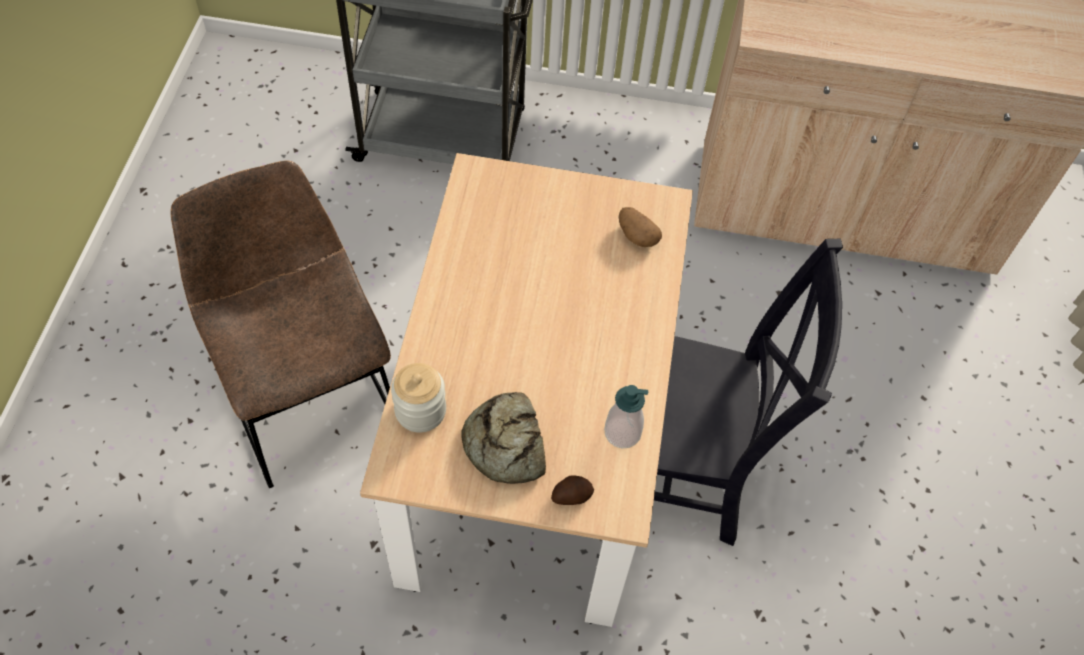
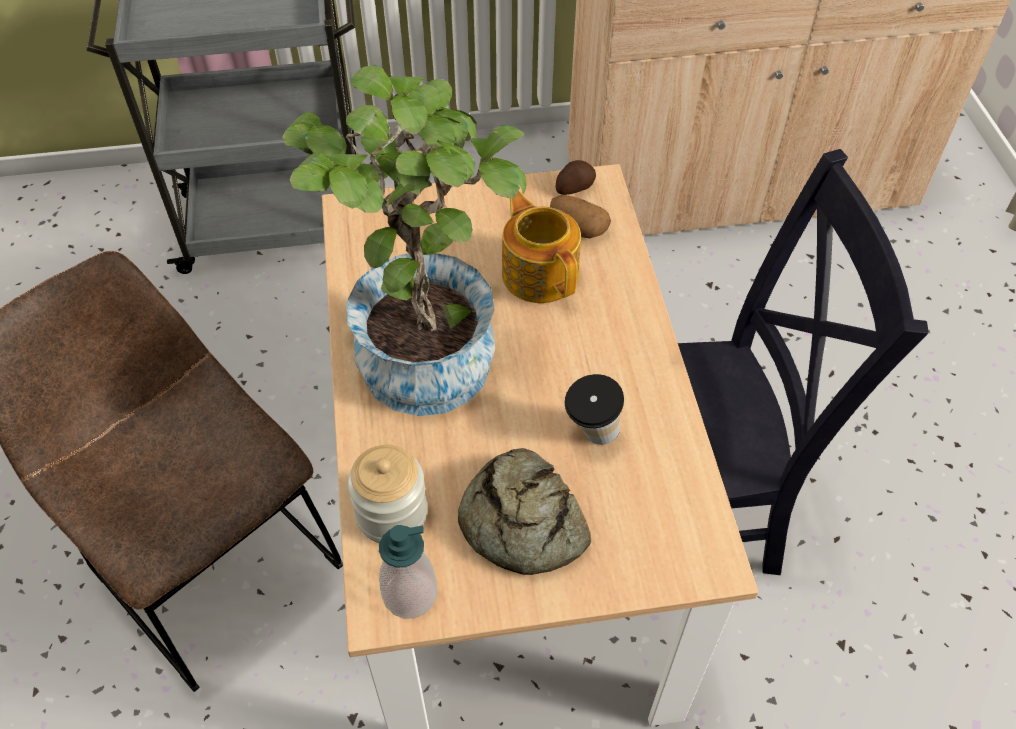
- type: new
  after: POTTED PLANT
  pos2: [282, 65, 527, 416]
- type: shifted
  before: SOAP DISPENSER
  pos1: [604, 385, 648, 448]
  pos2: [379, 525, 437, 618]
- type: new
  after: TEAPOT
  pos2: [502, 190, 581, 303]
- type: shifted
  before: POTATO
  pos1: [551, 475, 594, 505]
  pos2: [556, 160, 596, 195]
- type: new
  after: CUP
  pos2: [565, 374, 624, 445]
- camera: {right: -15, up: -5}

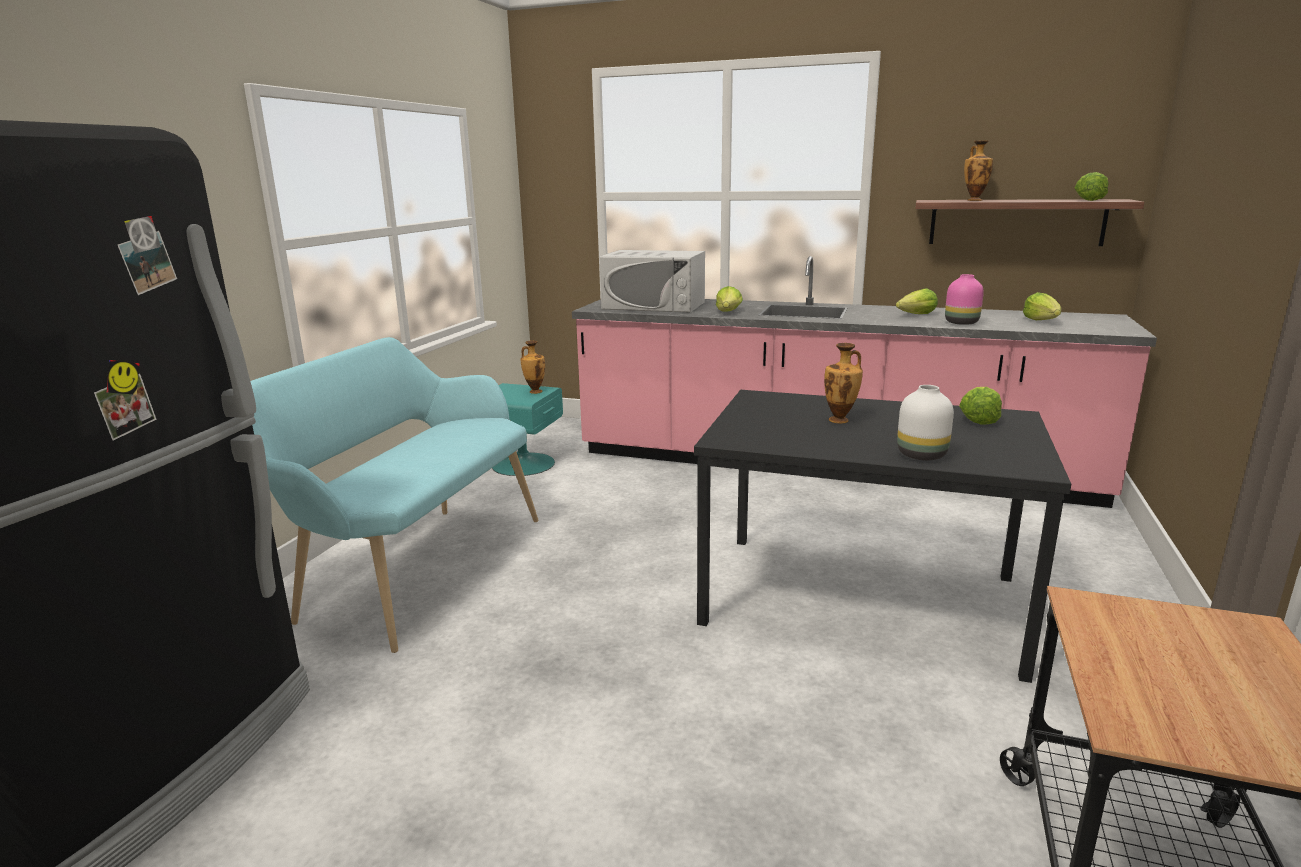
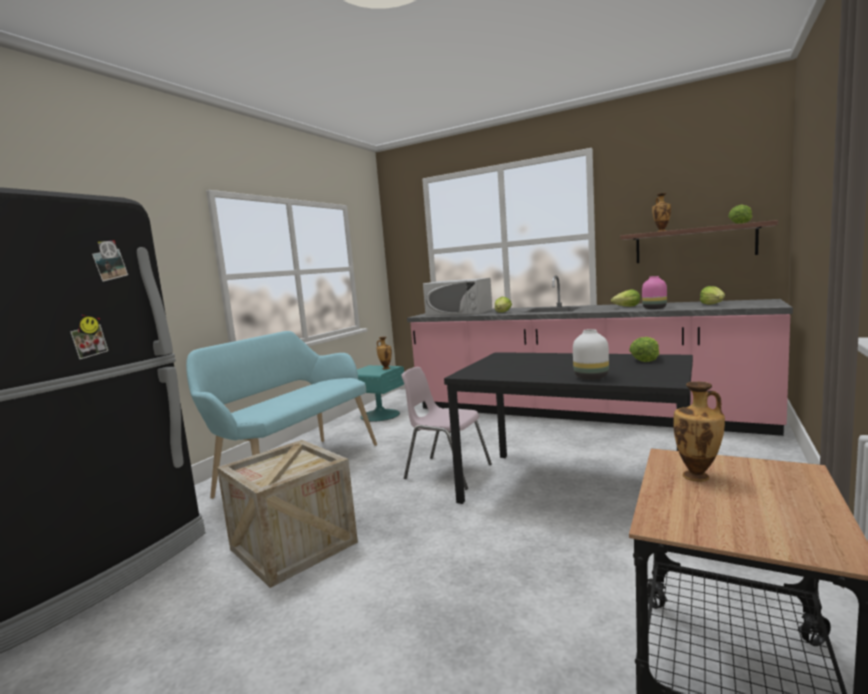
- type: new
  after: CRATE
  pos2: [217, 440, 358, 588]
- type: new
  after: PINK CHAIR
  pos2: [401, 367, 492, 490]
- type: shifted
  before: VASE
  pos1: [824, 343, 863, 423]
  pos2: [673, 381, 725, 482]
- camera: {right: 10, up: -10}

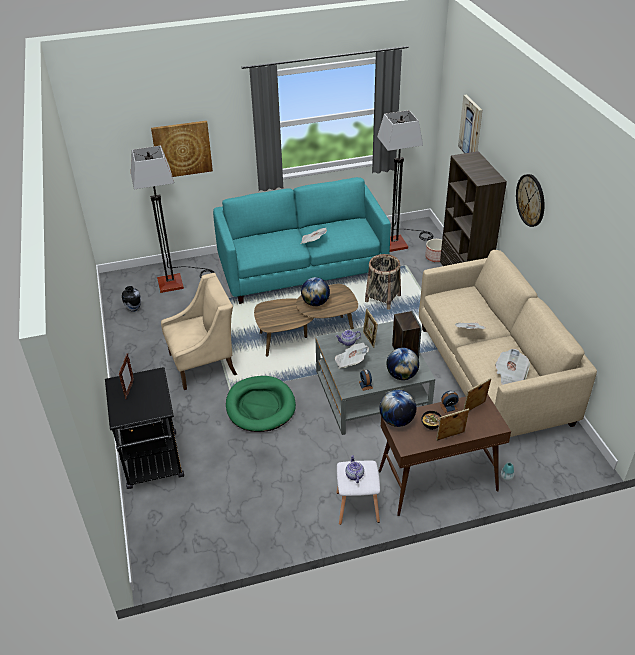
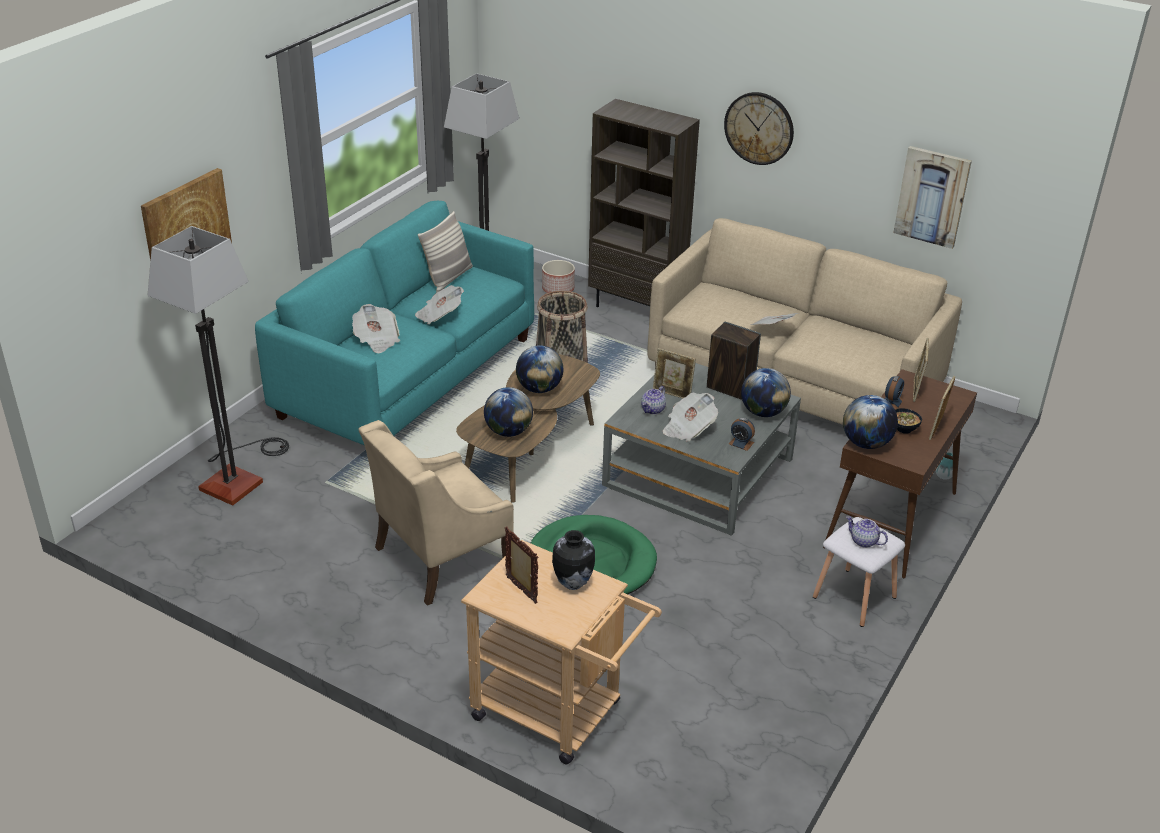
- type: shifted
  before: NEWSPAPER
  pos1: [495, 349, 530, 385]
  pos2: [352, 304, 400, 353]
- type: rotated
  before: BEIGE ARMCHAIR
  pos1: [161, 273, 237, 390]
  pos2: [359, 420, 514, 606]
  turn: -150
- type: new
  after: PILLOW
  pos2: [418, 211, 473, 293]
- type: repainted
  before: BLACK CART
  after: BEIGE CART
  pos1: [105, 367, 184, 489]
  pos2: [461, 540, 662, 765]
- type: new
  after: GLOBE
  pos2: [484, 387, 533, 437]
- type: shifted
  before: VASE
  pos1: [122, 286, 141, 312]
  pos2: [552, 530, 595, 590]
- type: shifted
  before: PICTURE
  pos1: [458, 95, 482, 153]
  pos2: [893, 146, 972, 249]
- camera: {right: -45, up: -5}

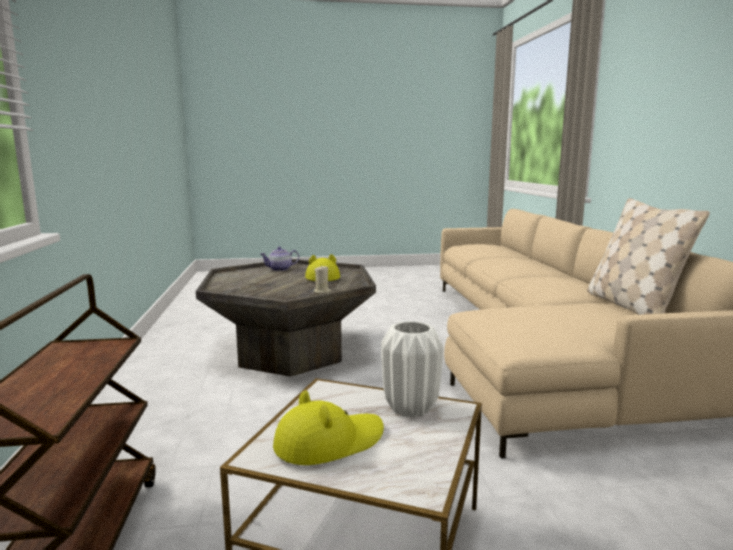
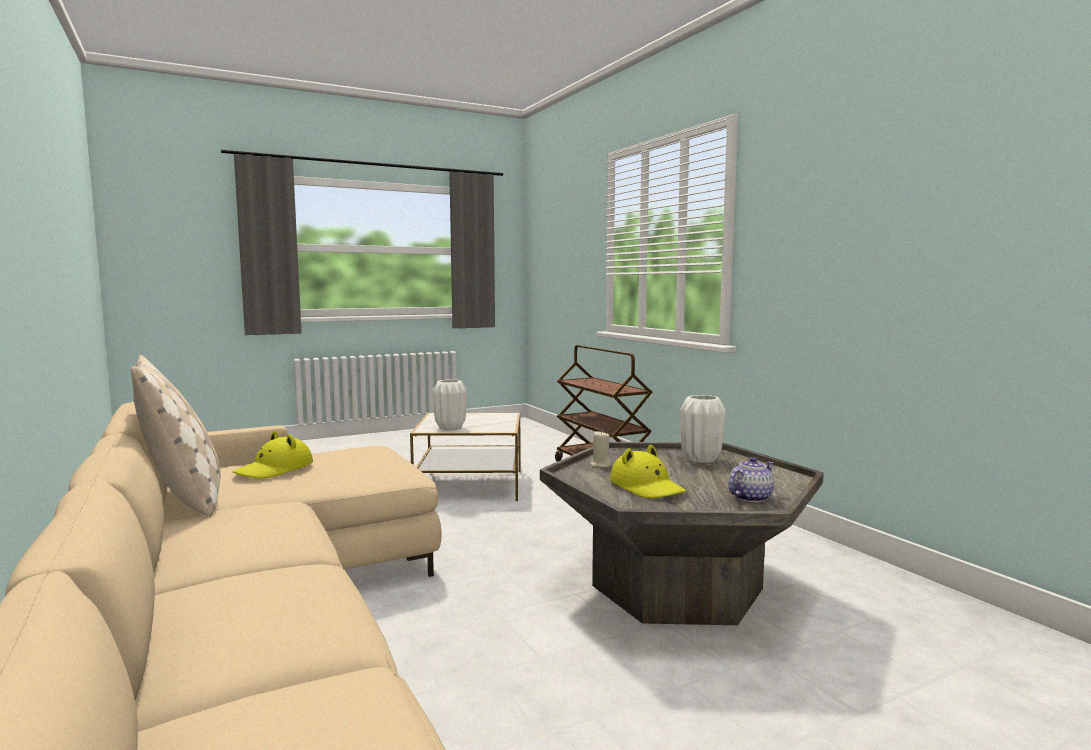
- type: shifted
  before: YELLOW HAT
  pos1: [273, 390, 384, 465]
  pos2: [232, 431, 313, 479]
- type: new
  after: WHITE VASE
  pos2: [680, 395, 726, 463]
- camera: {right: 160, up: -5}

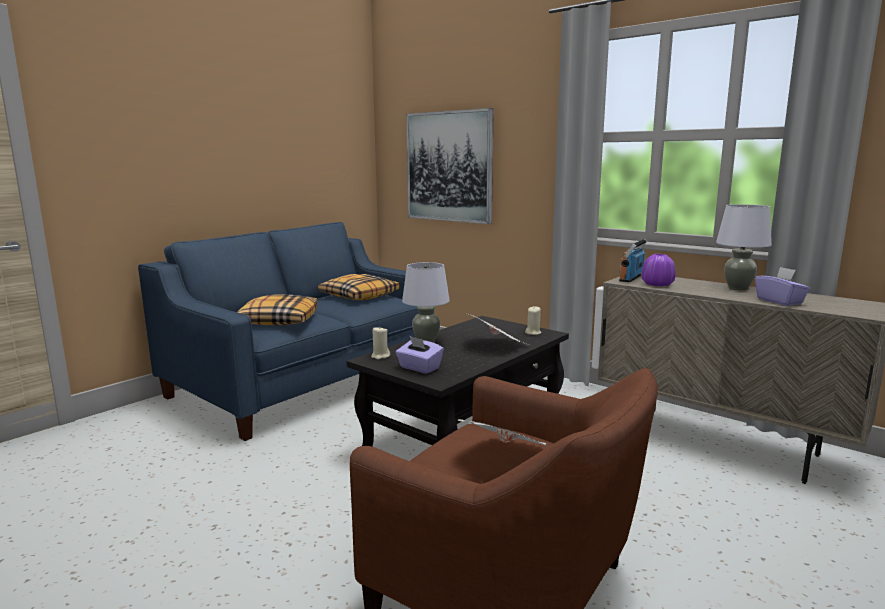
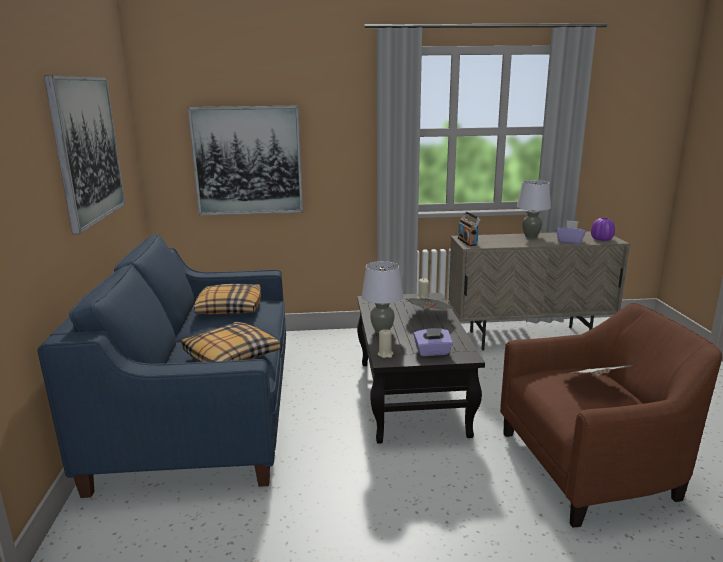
- type: new
  after: PICTURE
  pos2: [44, 75, 125, 234]
- type: shifted
  before: PURPLE VASE
  pos1: [641, 254, 676, 286]
  pos2: [591, 218, 615, 241]
- camera: {right: -45, up: 5}

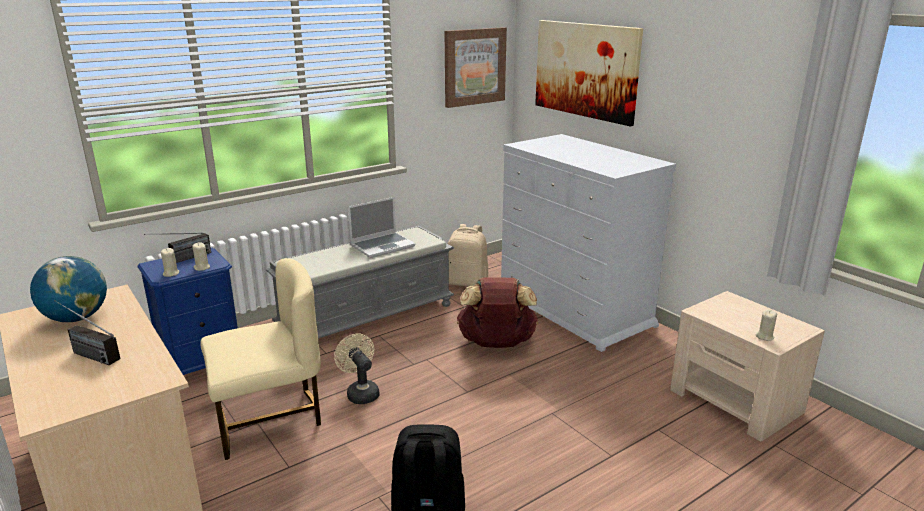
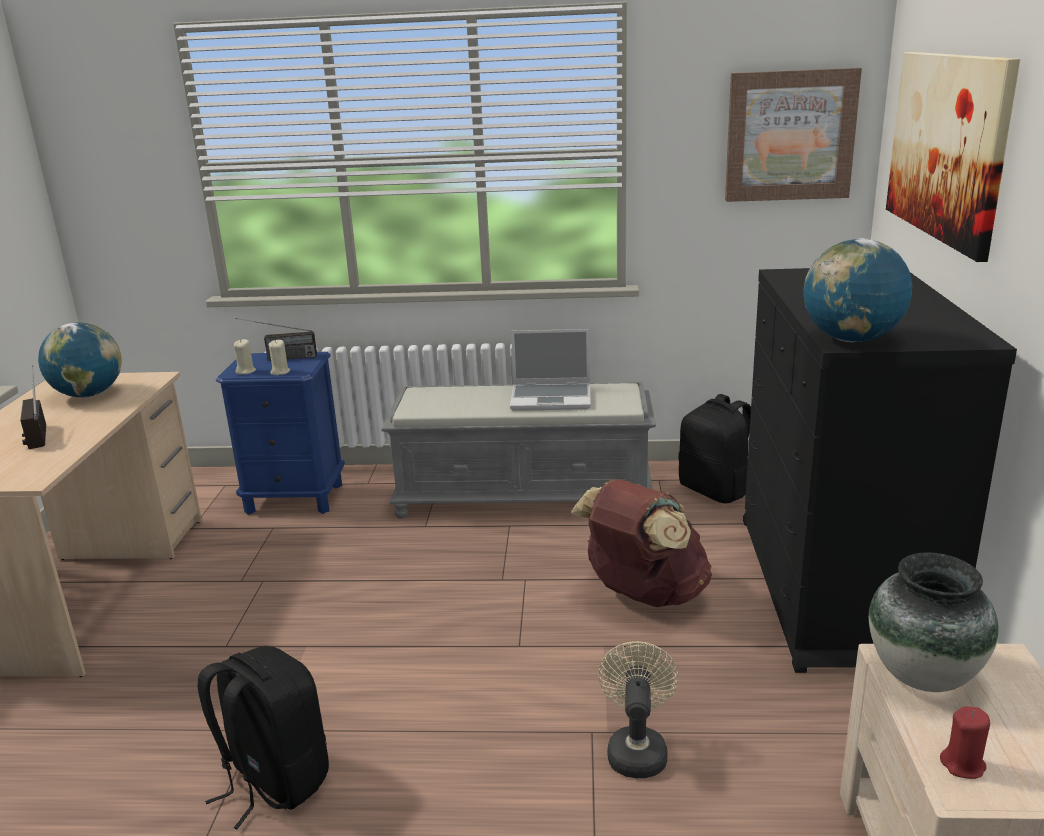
- type: shifted
  before: BEIGE FAN
  pos1: [334, 334, 379, 404]
  pos2: [598, 641, 678, 778]
- type: repainted
  before: BEIGE BACKPACK
  after: BLACK BACKPACK
  pos1: [448, 224, 488, 287]
  pos2: [678, 394, 751, 503]
- type: repainted
  before: WHITE DRESSER
  after: BLACK DRESSER
  pos1: [501, 134, 676, 352]
  pos2: [743, 268, 1017, 673]
- type: new
  after: GLOBE
  pos2: [804, 238, 912, 342]
- type: new
  after: VASE
  pos2: [869, 552, 999, 692]
- type: repainted
  before: BEIGE CANDLE
  after: RED CANDLE
  pos1: [756, 310, 777, 341]
  pos2: [940, 706, 990, 779]
- type: gone
  before: BEIGE CHAIR
  pos1: [200, 258, 321, 460]
- camera: {right: 40, up: 0}

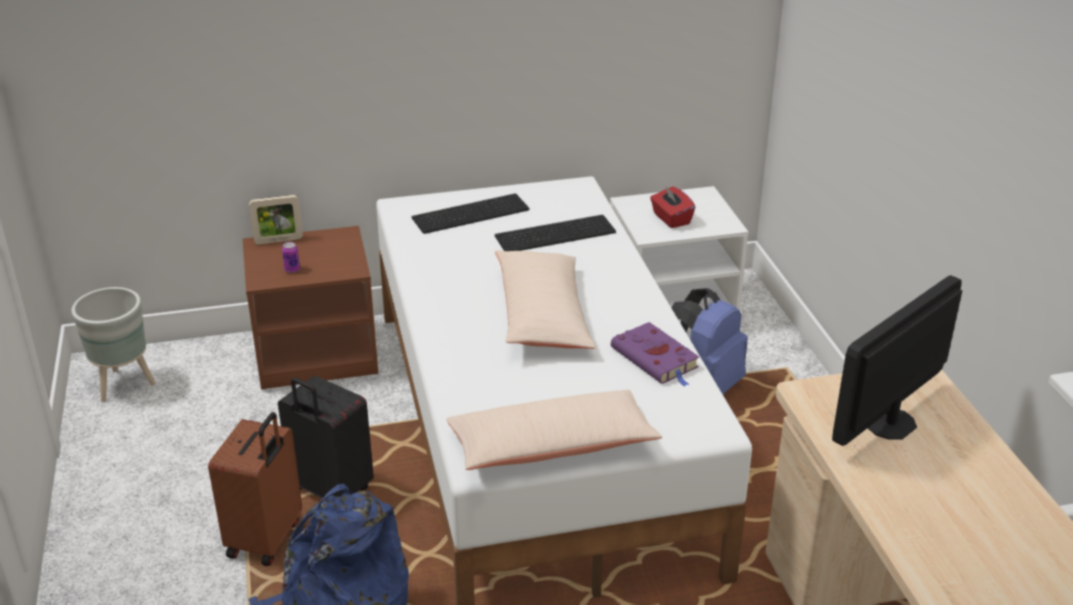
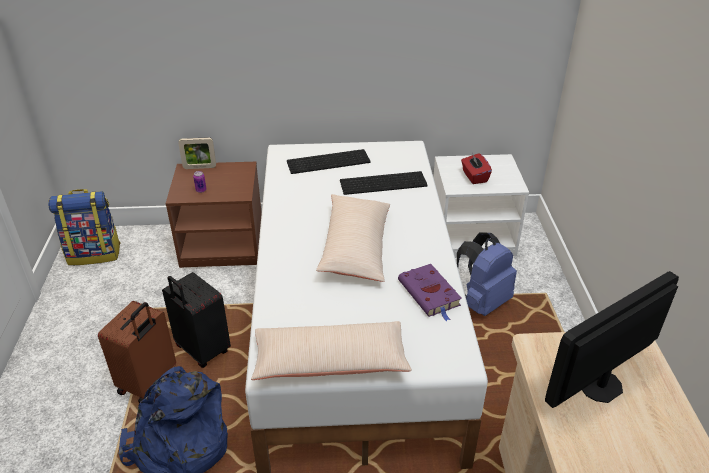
- type: swapped
  before: GREY PLANTER
  after: BACKPACK
  pos1: [71, 287, 156, 402]
  pos2: [48, 189, 121, 265]
- camera: {right: 10, up: 5}

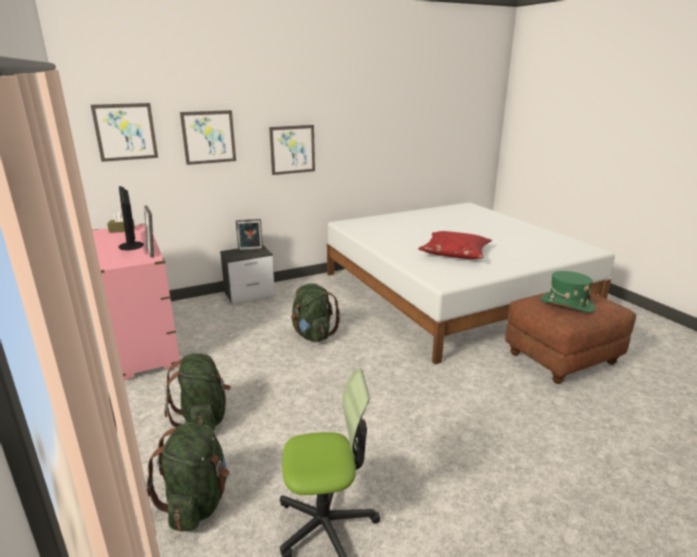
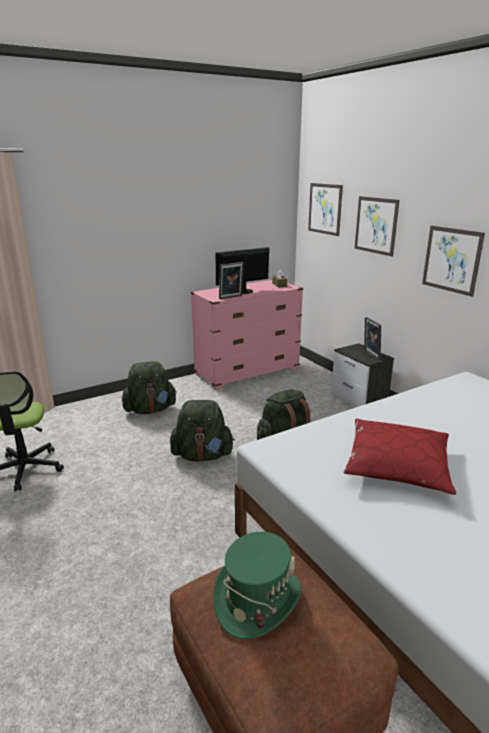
- type: shifted
  before: GREEN BACKPACK
  pos1: [146, 422, 230, 532]
  pos2: [170, 400, 235, 462]
- camera: {right: 85, up: 0}

